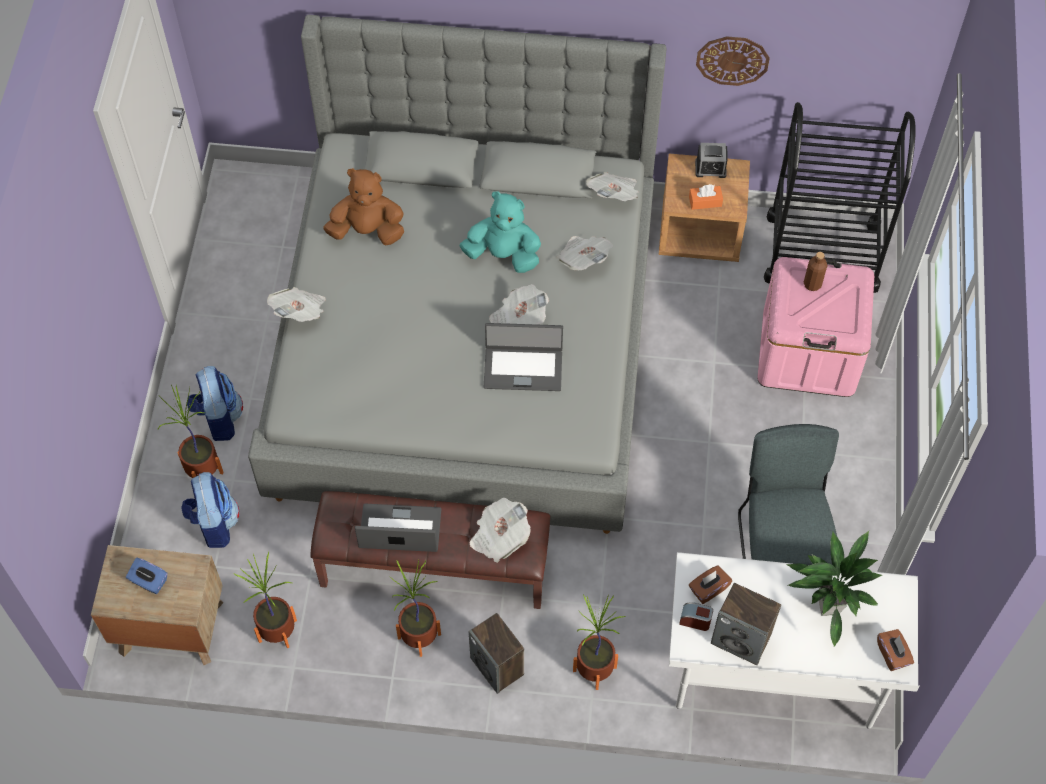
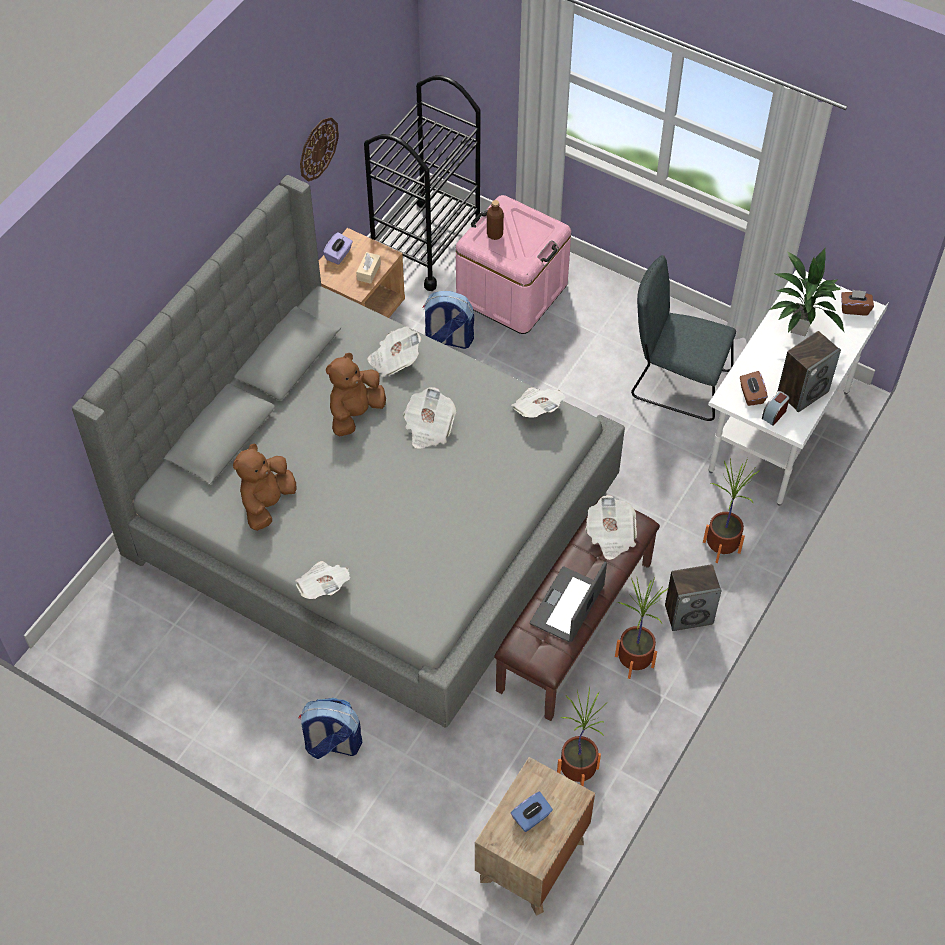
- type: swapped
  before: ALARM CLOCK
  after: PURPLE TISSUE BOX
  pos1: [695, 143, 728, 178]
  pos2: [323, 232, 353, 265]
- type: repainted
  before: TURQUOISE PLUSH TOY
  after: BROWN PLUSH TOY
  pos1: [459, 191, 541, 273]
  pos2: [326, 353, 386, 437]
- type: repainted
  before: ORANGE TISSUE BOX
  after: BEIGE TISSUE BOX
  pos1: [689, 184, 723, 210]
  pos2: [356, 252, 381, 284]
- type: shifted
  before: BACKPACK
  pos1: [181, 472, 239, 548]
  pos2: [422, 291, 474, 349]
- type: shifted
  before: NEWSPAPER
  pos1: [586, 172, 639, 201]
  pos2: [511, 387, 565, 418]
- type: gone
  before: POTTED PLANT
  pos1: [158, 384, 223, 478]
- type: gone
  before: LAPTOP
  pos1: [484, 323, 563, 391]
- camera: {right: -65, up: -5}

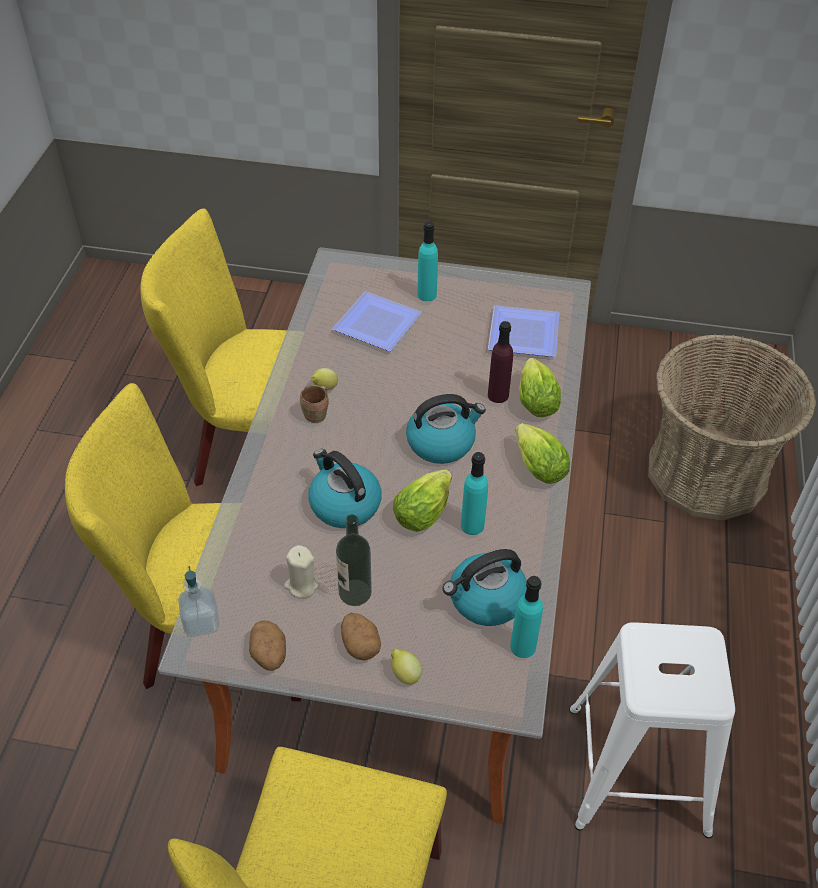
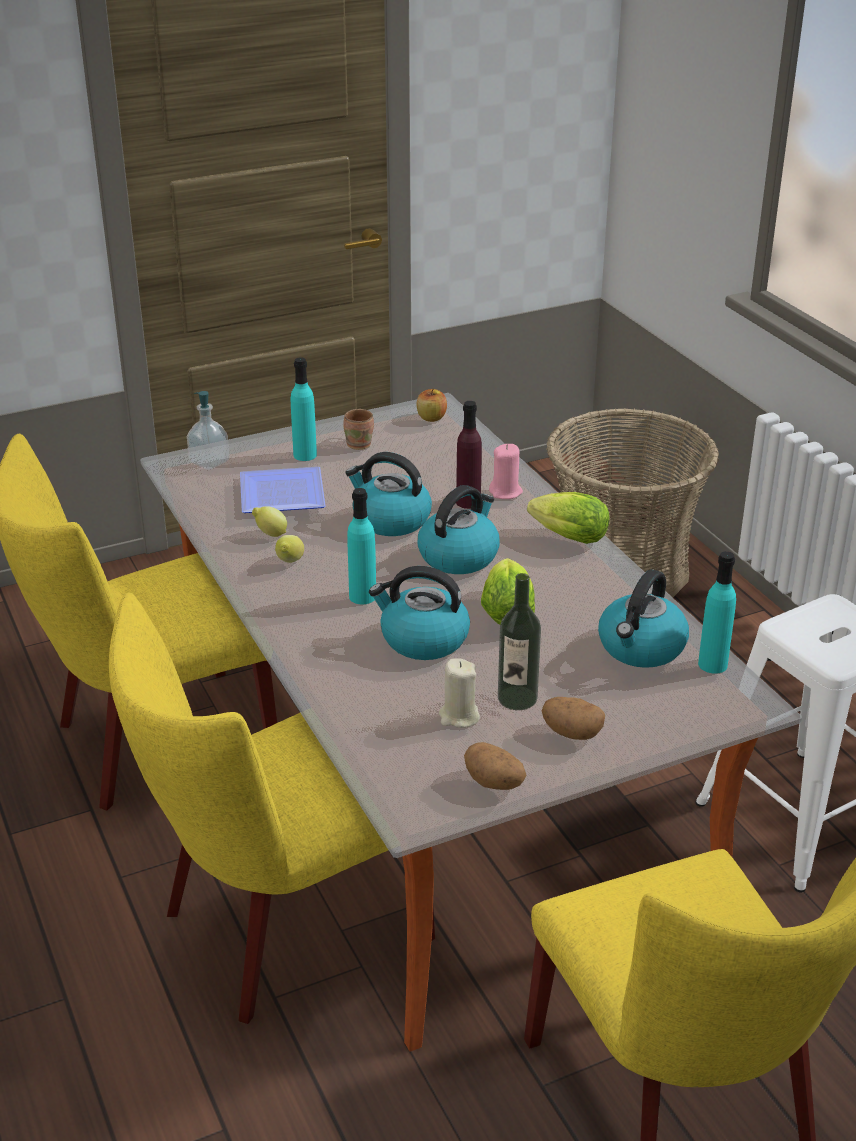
- type: shifted
  before: SOAP DISPENSER
  pos1: [178, 566, 220, 637]
  pos2: [187, 391, 230, 470]
- type: shifted
  before: LEMON
  pos1: [391, 648, 422, 684]
  pos2: [252, 506, 287, 537]
- type: shifted
  before: BROWN MUG
  pos1: [300, 385, 329, 423]
  pos2: [343, 409, 374, 450]
- type: new
  after: KETTLE
  pos2: [345, 452, 432, 536]
- type: shifted
  before: TURQUOISE BOTTLE
  pos1: [461, 452, 488, 535]
  pos2: [347, 488, 376, 604]
- type: new
  after: APPLE
  pos2: [417, 388, 447, 422]
- type: swapped
  before: LETTUCE
  after: PINK CANDLE
  pos1: [519, 358, 561, 417]
  pos2: [489, 444, 523, 499]
- type: gone
  before: PLATE
  pos1: [488, 305, 560, 357]
- camera: {right: -35, up: -15}

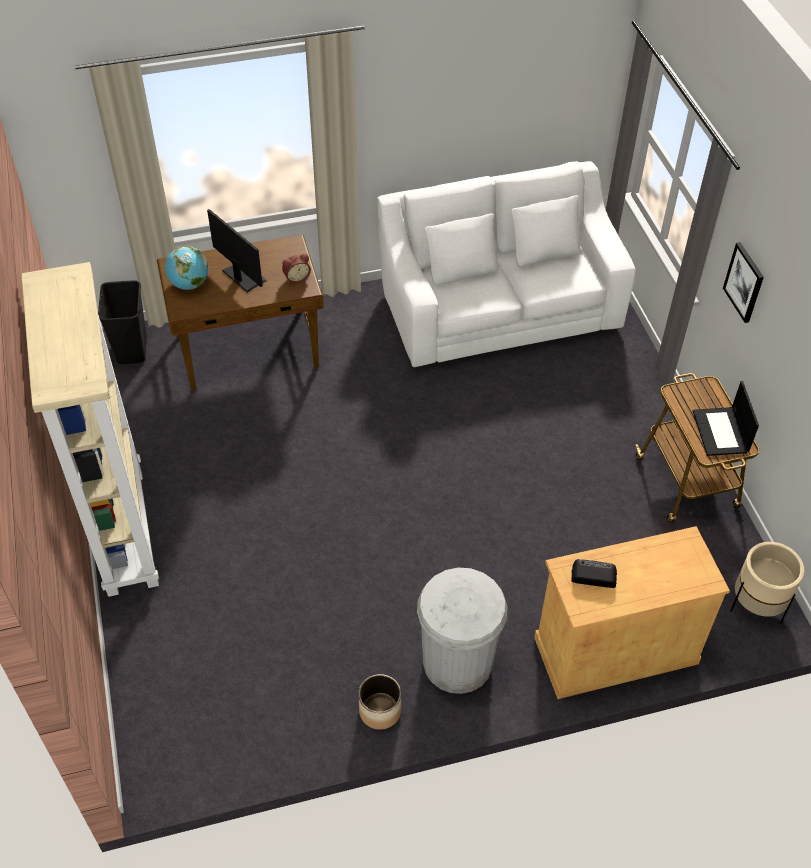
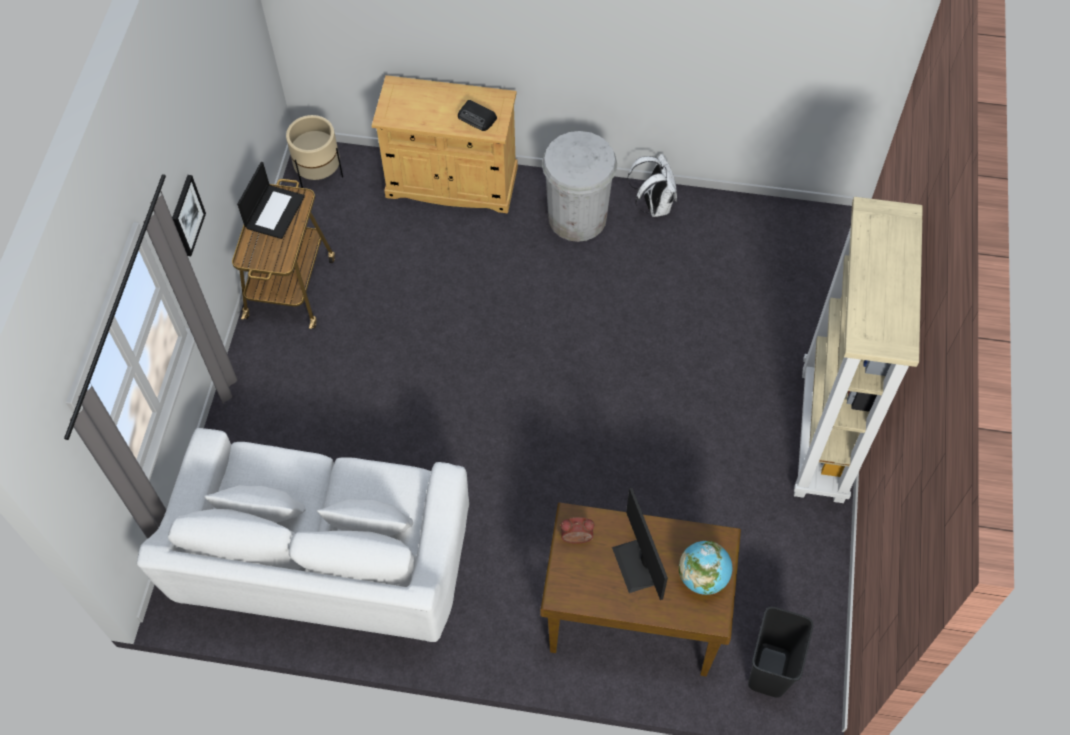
- type: swapped
  before: PLANTER
  after: WHITE BACKPACK
  pos1: [358, 674, 401, 730]
  pos2: [628, 154, 677, 217]
- camera: {right: -155, up: 10}

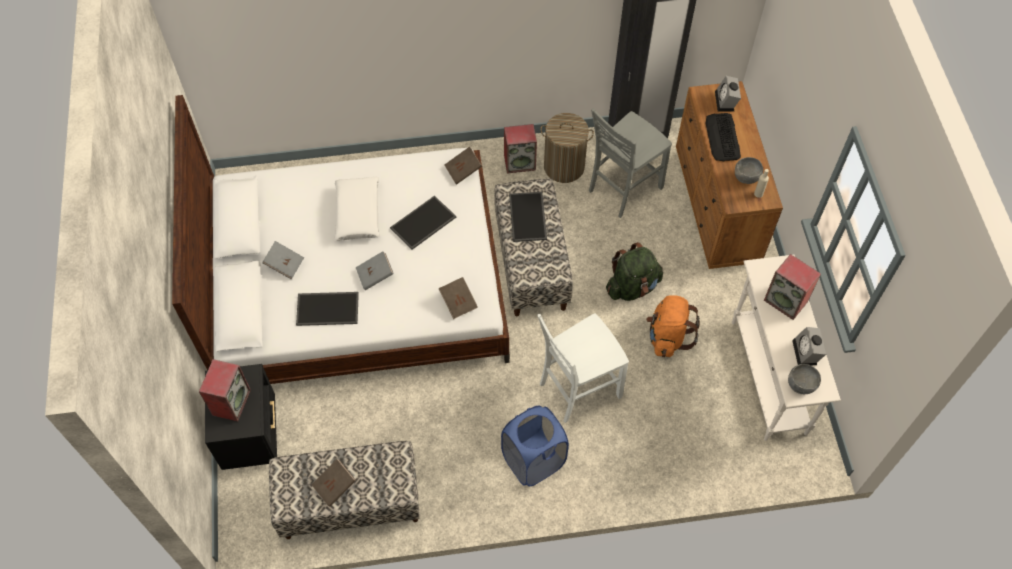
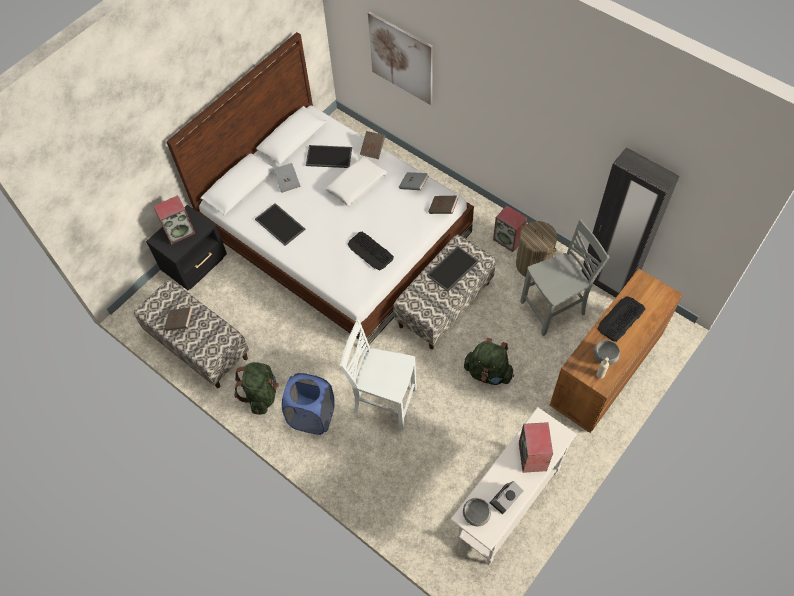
- type: new
  after: GREEN BACKPACK
  pos2: [234, 362, 279, 415]
- type: shifted
  before: TRAY
  pos1: [390, 196, 456, 250]
  pos2: [306, 145, 352, 168]
- type: new
  after: KEYBOARD
  pos2: [347, 232, 394, 270]
- type: shifted
  before: BROWN BOOK
  pos1: [439, 277, 478, 319]
  pos2: [360, 131, 385, 159]
- type: new
  after: PICTURE
  pos2: [368, 12, 433, 105]
- type: shifted
  before: GREY BOOK
  pos1: [356, 251, 394, 290]
  pos2: [399, 172, 429, 190]
- type: rotated
  before: GREY CHAIR
  pos1: [589, 108, 672, 218]
  pos2: [520, 219, 610, 336]
  turn: 150
- type: gone
  before: ORANGE BACKPACK
  pos1: [646, 295, 700, 357]
- type: gone
  before: ALARM CLOCK
  pos1: [715, 76, 741, 112]
- camera: {right: 50, up: 0}

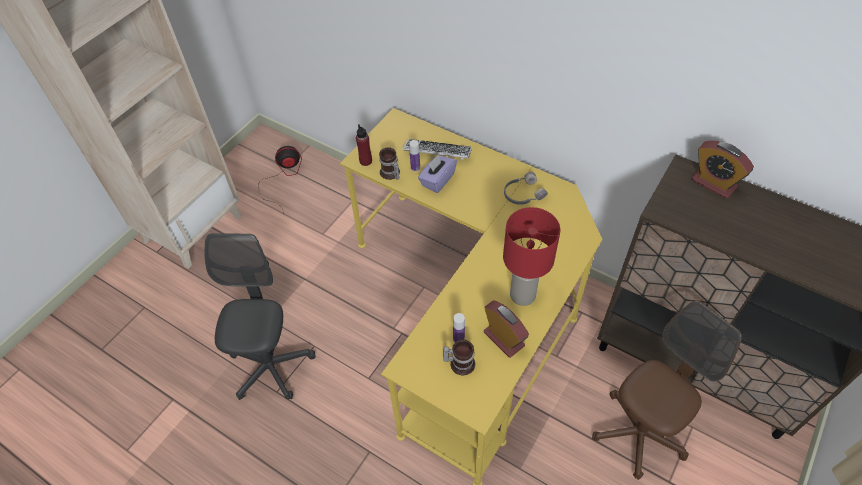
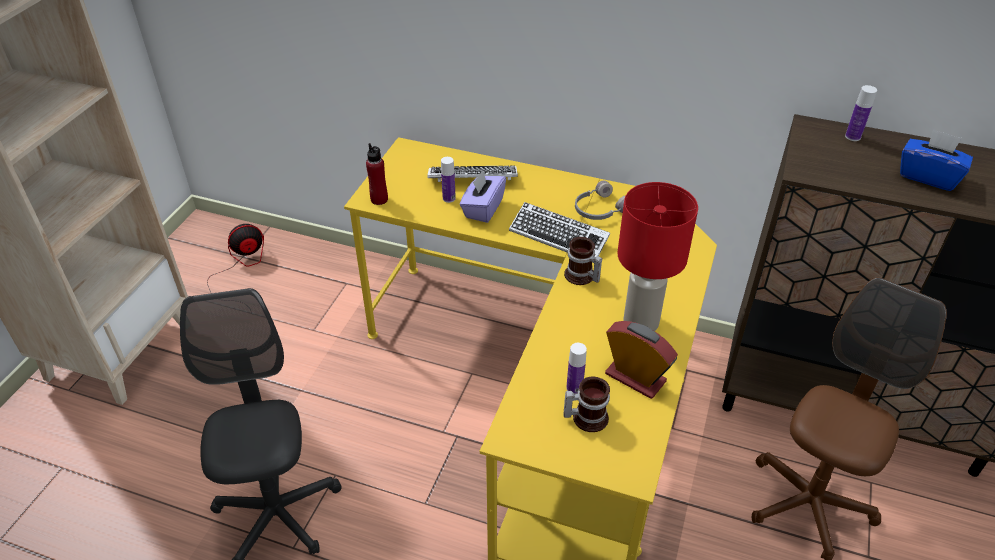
- type: new
  after: KEYBOARD
  pos2: [509, 202, 610, 257]
- type: shifted
  before: MUG
  pos1: [379, 147, 400, 180]
  pos2: [564, 237, 602, 285]
- type: swapped
  before: ALARM CLOCK
  after: BOTTLE
  pos1: [691, 141, 754, 199]
  pos2: [845, 85, 877, 141]
- type: new
  after: BLUE TISSUE BOX
  pos2: [900, 129, 973, 191]
- camera: {right: -15, up: -10}

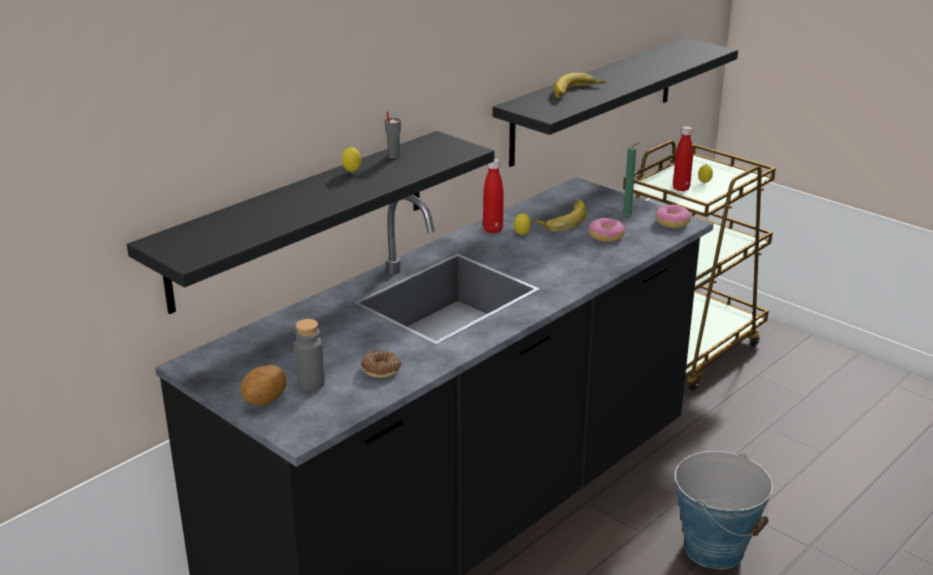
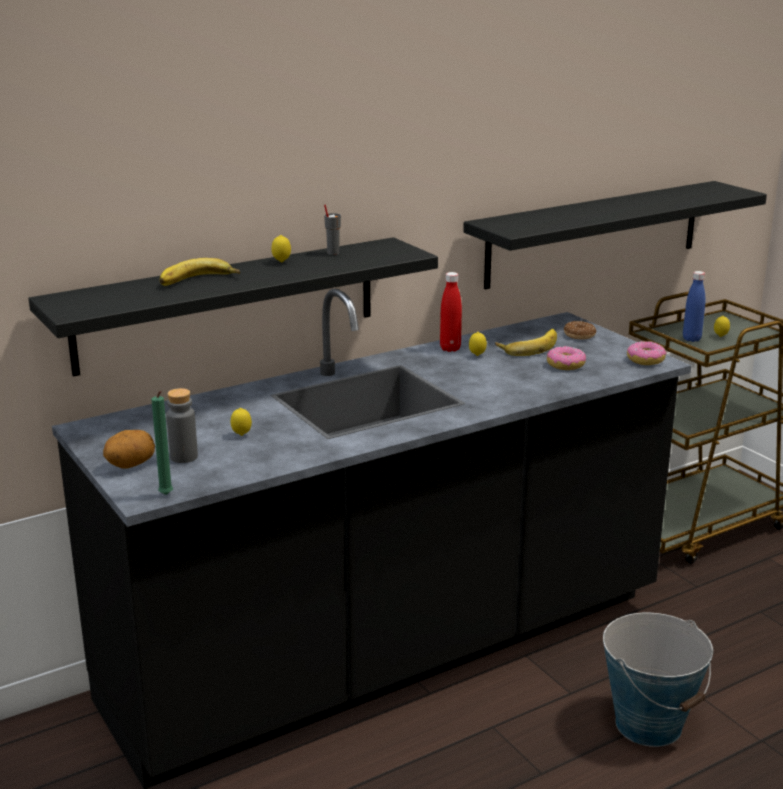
- type: shifted
  before: GREEN CANDLE
  pos1: [622, 143, 639, 218]
  pos2: [151, 391, 173, 495]
- type: shifted
  before: BANANA
  pos1: [554, 73, 606, 98]
  pos2: [160, 258, 240, 286]
- type: new
  after: LEMON
  pos2: [231, 408, 252, 436]
- type: shifted
  before: DONUT
  pos1: [361, 350, 401, 378]
  pos2: [564, 321, 596, 339]
- type: repainted
  before: RED BOTTLE
  after: BLUE BOTTLE
  pos1: [673, 126, 693, 191]
  pos2: [683, 271, 705, 342]
- camera: {right: 15, up: -5}

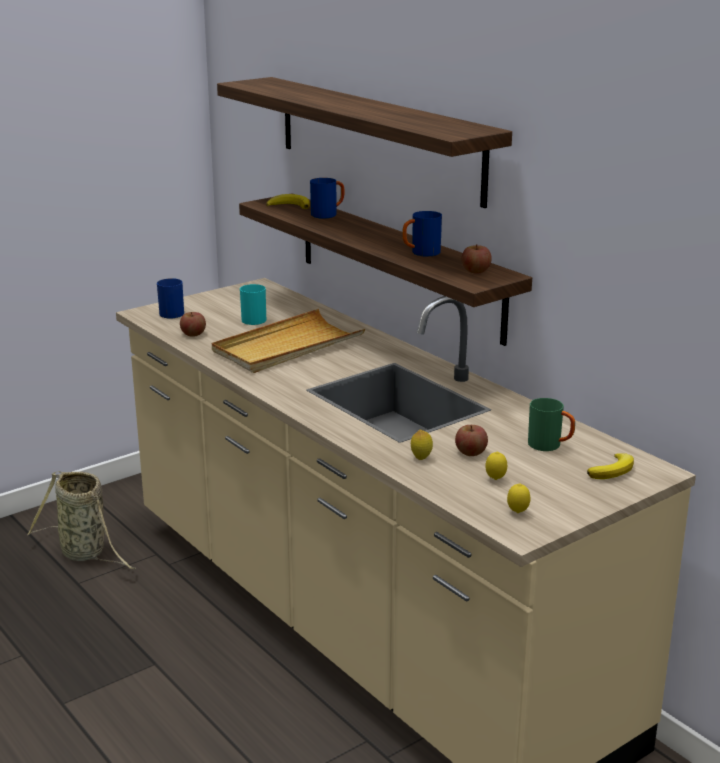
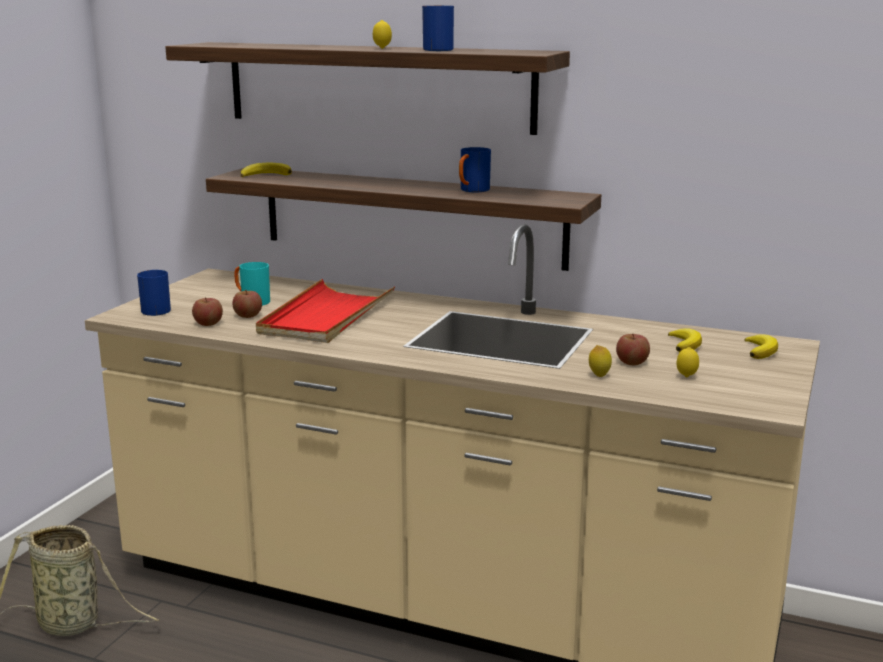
- type: shifted
  before: APPLE
  pos1: [462, 245, 492, 274]
  pos2: [232, 290, 262, 318]
- type: repainted
  before: BEIGE TRAY
  after: RED TRAY
  pos1: [212, 309, 365, 373]
  pos2: [256, 279, 395, 343]
- type: shifted
  before: LEMON
  pos1: [507, 483, 530, 513]
  pos2: [373, 20, 392, 49]
- type: shifted
  before: BLUE MUG
  pos1: [310, 178, 344, 219]
  pos2: [422, 6, 454, 51]
- type: swapped
  before: GREEN MUG
  after: BANANA
  pos1: [528, 398, 575, 451]
  pos2: [668, 328, 702, 352]
- camera: {right: -30, up: -5}

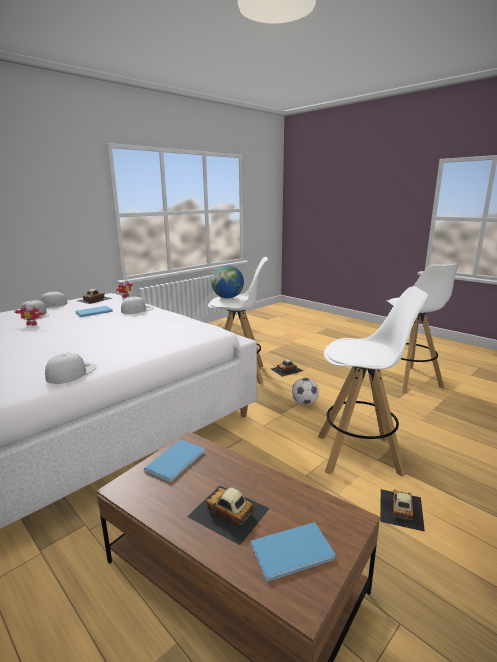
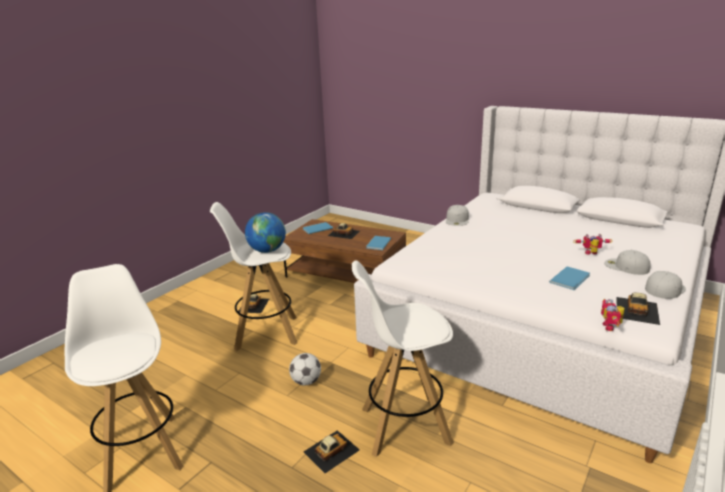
- type: shifted
  before: GLOBE
  pos1: [211, 265, 244, 299]
  pos2: [245, 212, 286, 253]
- type: gone
  before: WHITE CAP
  pos1: [121, 297, 154, 314]
- camera: {right: 170, up: 5}

